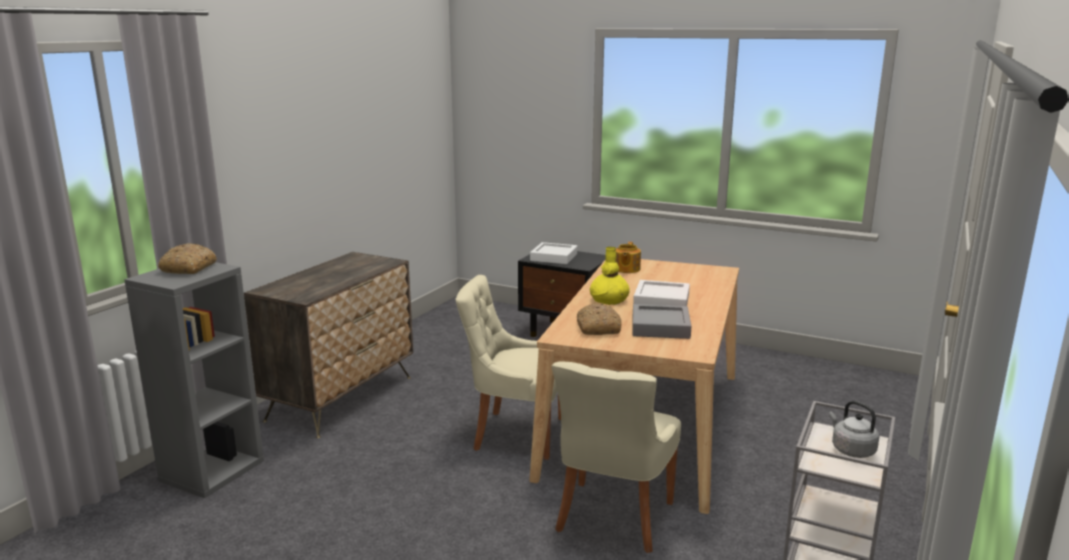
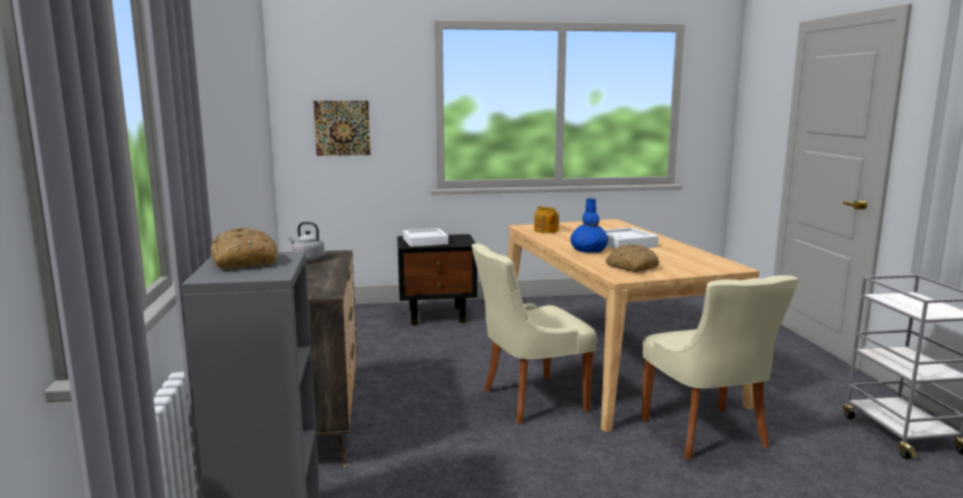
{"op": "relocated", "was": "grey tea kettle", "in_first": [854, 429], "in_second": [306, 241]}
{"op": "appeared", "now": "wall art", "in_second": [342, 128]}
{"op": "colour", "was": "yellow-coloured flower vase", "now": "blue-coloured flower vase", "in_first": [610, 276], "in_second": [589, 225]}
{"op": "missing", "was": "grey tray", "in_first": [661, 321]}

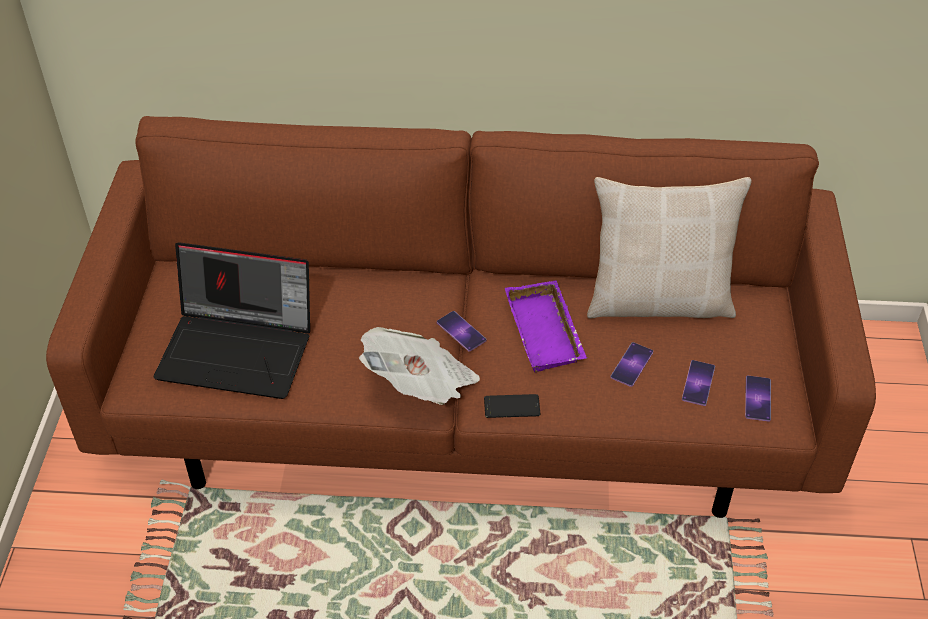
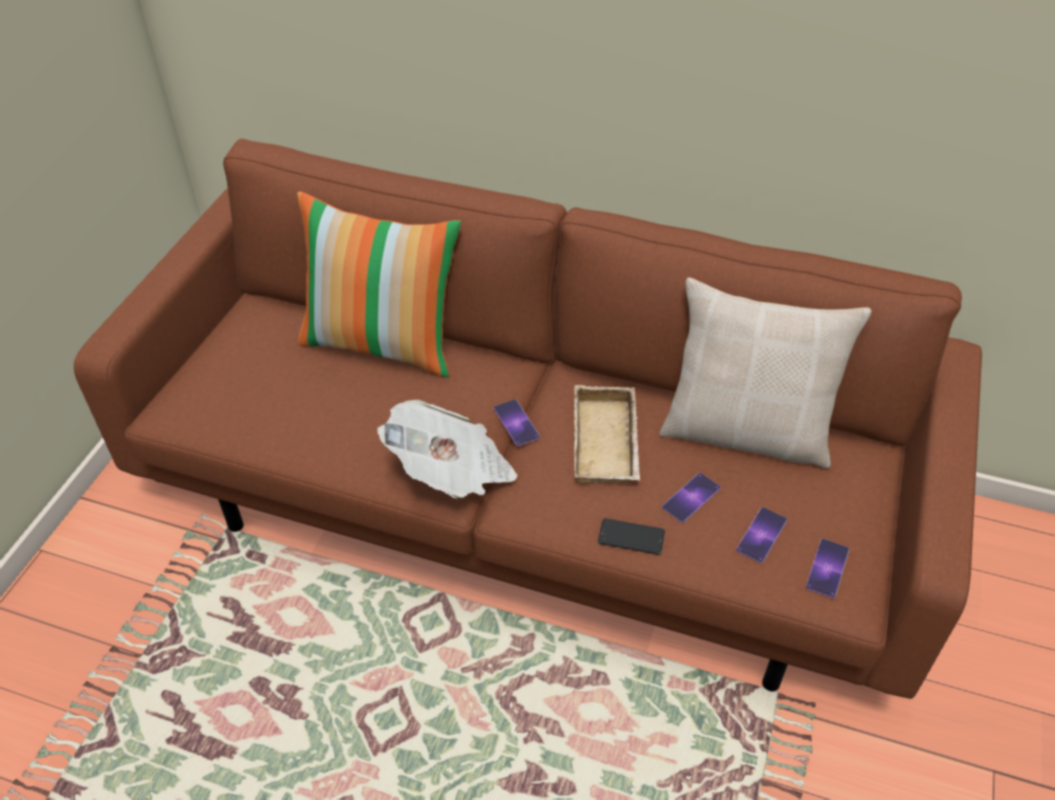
{"op": "appeared", "now": "cushion", "in_second": [379, 284]}
{"op": "colour", "was": "purplish tray", "now": "sand-coloured tray", "in_first": [546, 326], "in_second": [607, 434]}
{"op": "relocated", "was": "phone", "in_first": [512, 406], "in_second": [631, 536]}
{"op": "missing", "was": "notebook computer", "in_first": [232, 320]}

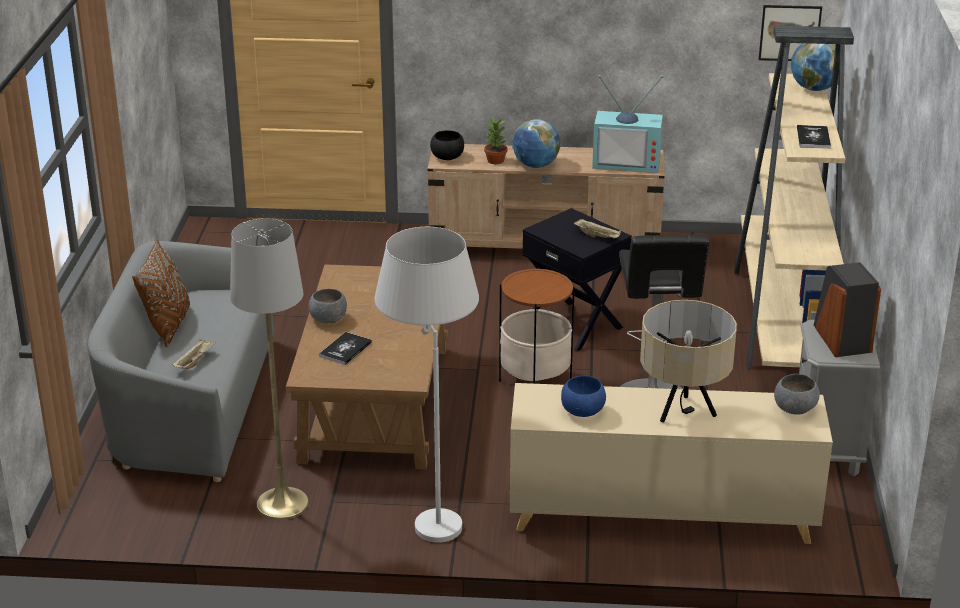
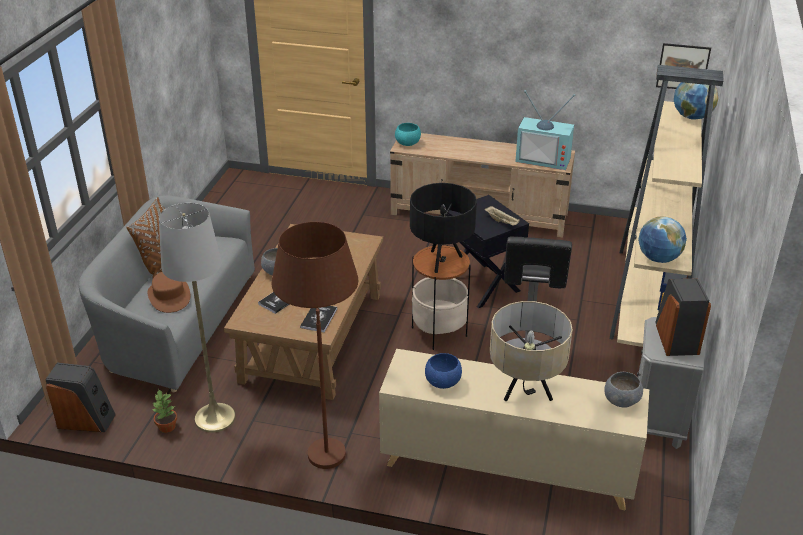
{"op": "appeared", "now": "loudspeaker", "in_second": [80, 397]}
{"op": "exchanged", "was": "sand-coloured tray", "now": "brown wearable hat", "in_first": [194, 354], "in_second": [169, 292]}
{"op": "relocated", "was": "houseplant", "in_first": [495, 140], "in_second": [164, 411]}
{"op": "colour", "was": "whitish floor lamp", "now": "brown floor lamp", "in_first": [427, 385], "in_second": [315, 345]}
{"op": "relocated", "was": "bound book", "in_first": [814, 137], "in_second": [318, 319]}
{"op": "colour", "was": "black-coloured bowl", "now": "turquoise-coloured bowl", "in_first": [447, 145], "in_second": [408, 134]}
{"op": "appeared", "now": "black-coloured tabletop lamp", "in_second": [443, 228]}
{"op": "relocated", "was": "globe", "in_first": [536, 143], "in_second": [662, 239]}

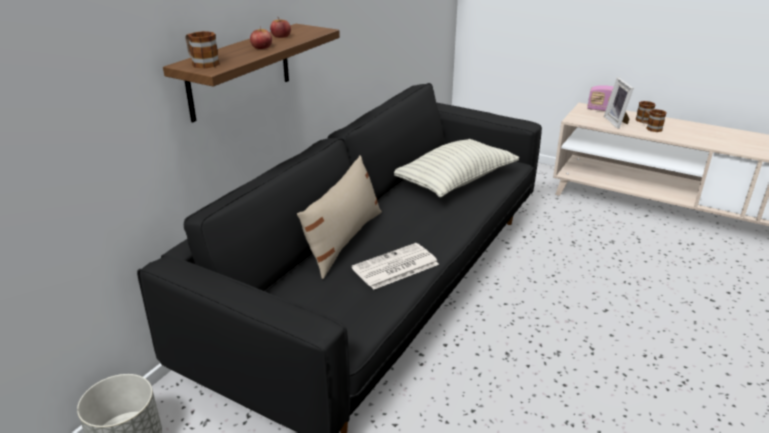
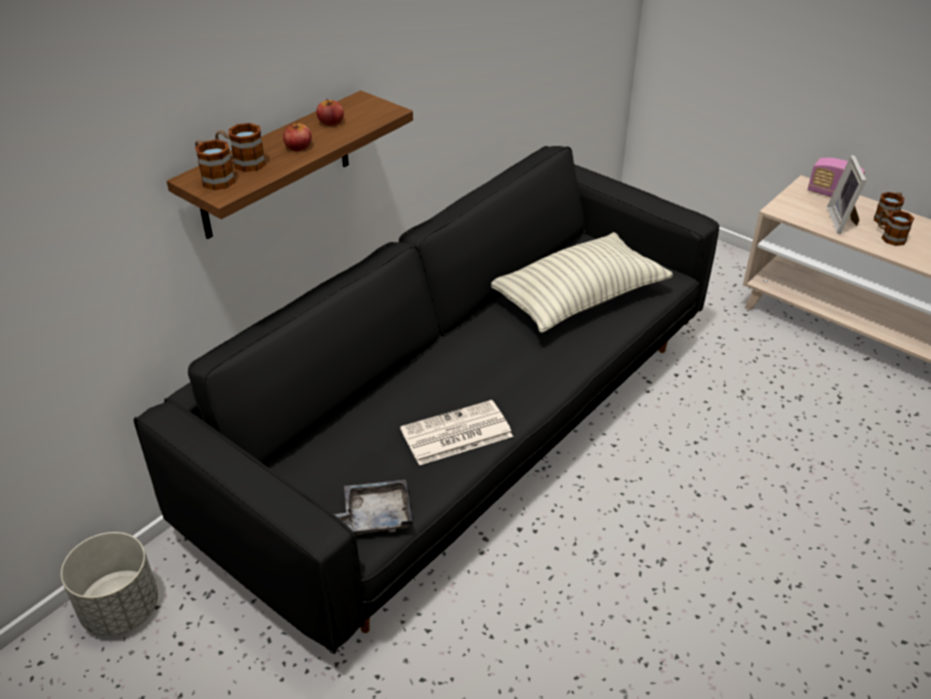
{"op": "appeared", "now": "coffee mug", "in_second": [240, 147]}
{"op": "appeared", "now": "grey tray", "in_second": [373, 507]}
{"op": "missing", "was": "sand-coloured cushion", "in_first": [339, 217]}

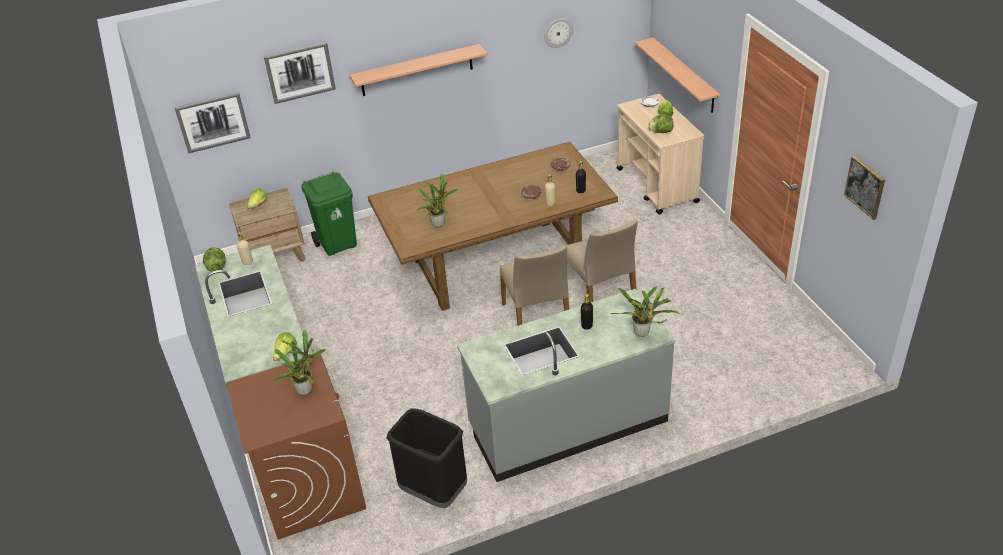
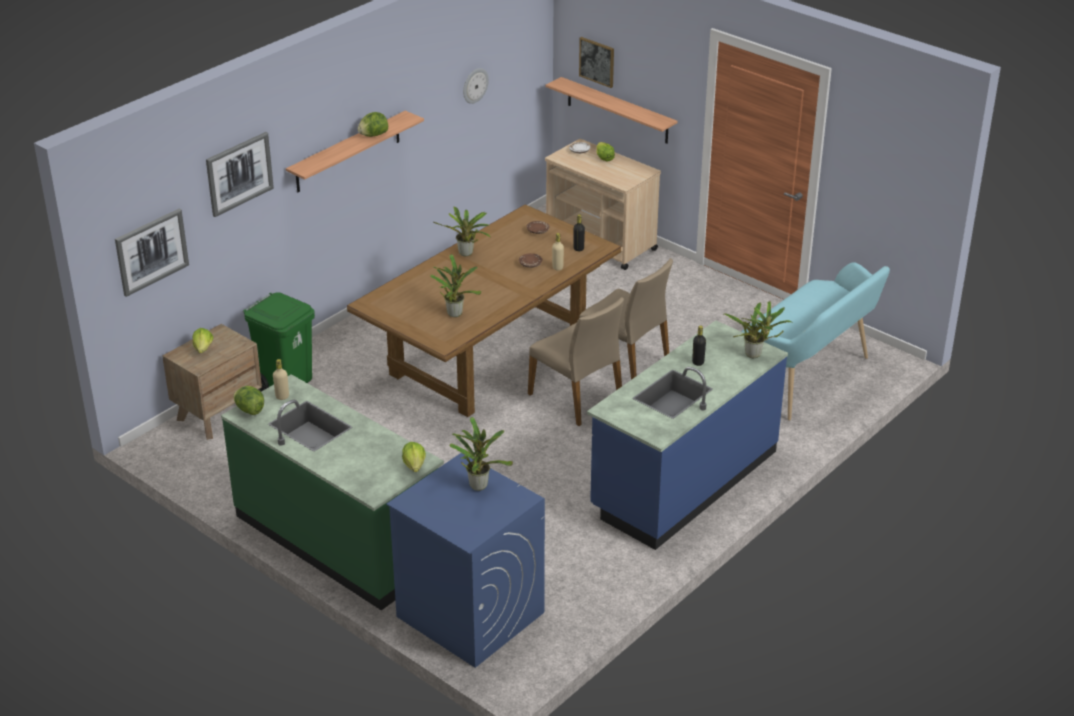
{"op": "relocated", "was": "head of lettuce", "in_first": [660, 123], "in_second": [373, 124]}
{"op": "colour", "was": "brown washing machine", "now": "blue-coloured washing machine", "in_first": [296, 447], "in_second": [465, 560]}
{"op": "appeared", "now": "houseplant", "in_second": [462, 231]}
{"op": "relocated", "was": "wall art", "in_first": [864, 188], "in_second": [596, 62]}
{"op": "colour", "was": "grey kitchen base unit", "now": "blue-coloured kitchen base unit", "in_first": [566, 385], "in_second": [687, 435]}
{"op": "appeared", "now": "turquoise-coloured bench", "in_second": [815, 341]}
{"op": "missing", "was": "black-coloured waste bin", "in_first": [427, 458]}

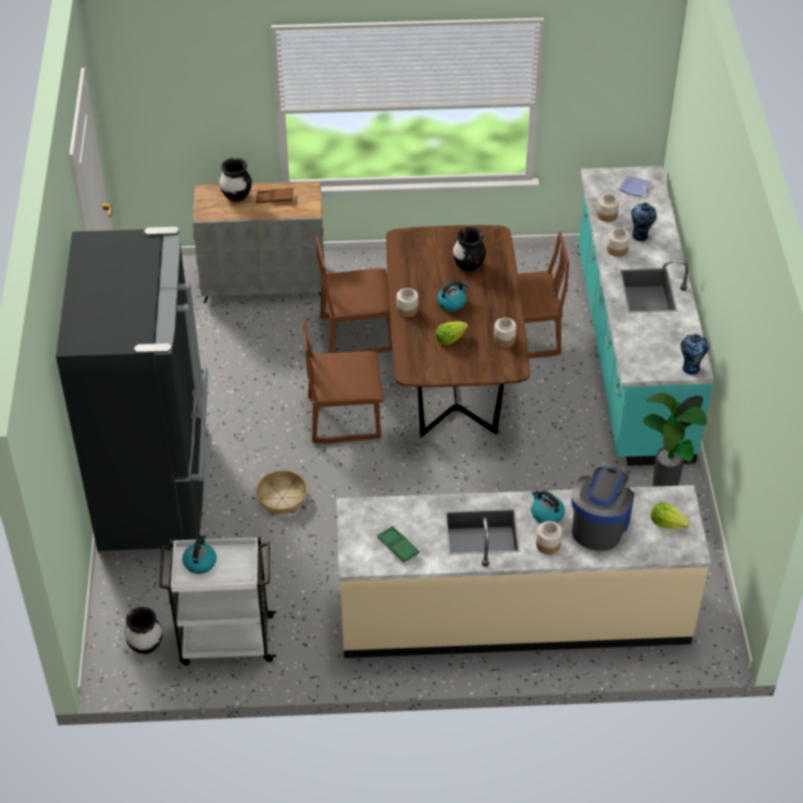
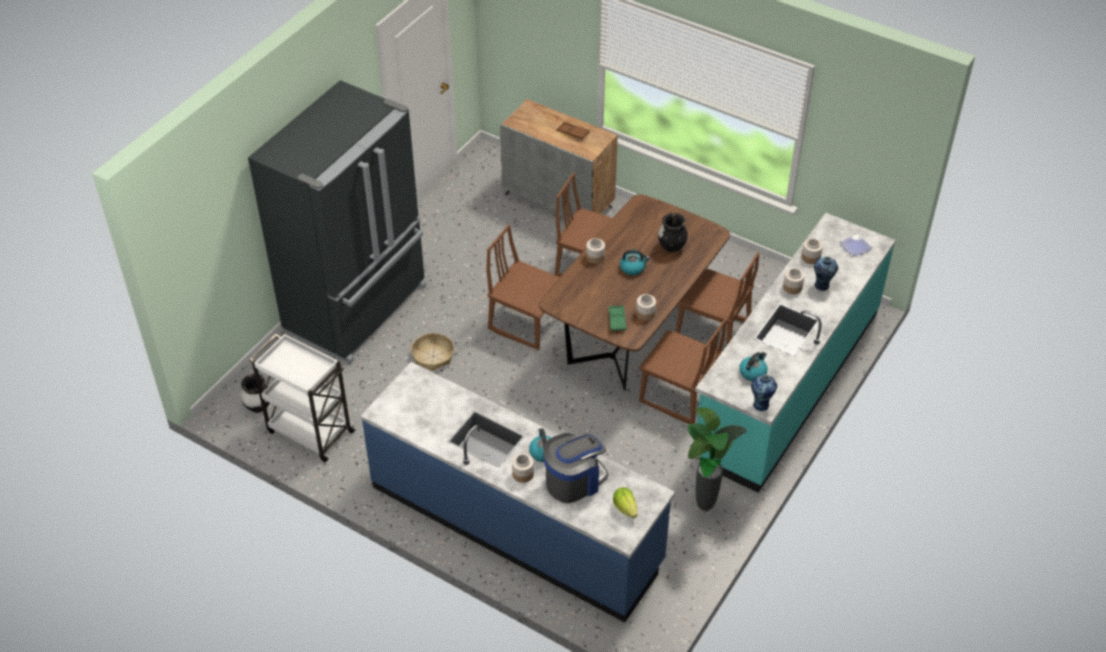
{"op": "colour", "was": "sand-coloured kitchen base unit", "now": "blue-coloured kitchen base unit", "in_first": [524, 571], "in_second": [518, 492]}
{"op": "relocated", "was": "greenish tray", "in_first": [398, 544], "in_second": [617, 318]}
{"op": "appeared", "now": "brown upright chair", "in_second": [682, 371]}
{"op": "relocated", "was": "tea kettle", "in_first": [199, 554], "in_second": [753, 366]}
{"op": "missing", "was": "black-coloured flower vase", "in_first": [235, 180]}
{"op": "missing", "was": "head of lettuce", "in_first": [452, 333]}

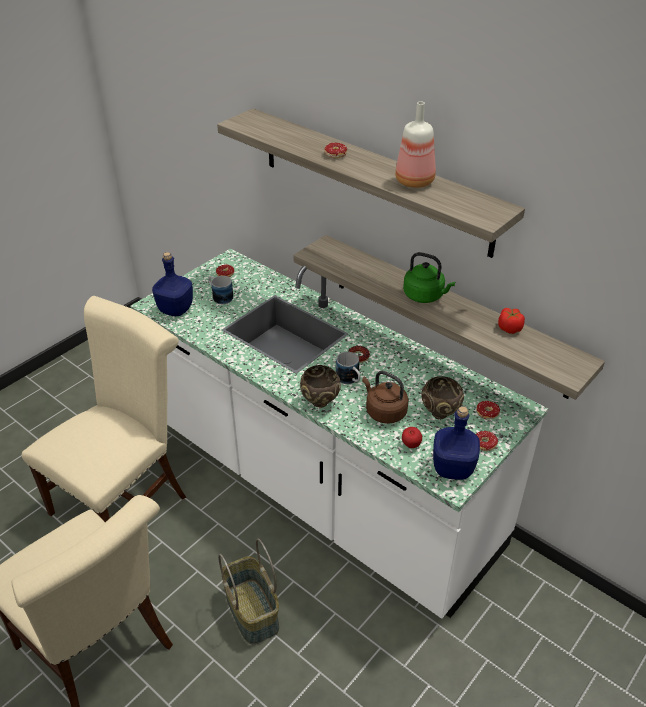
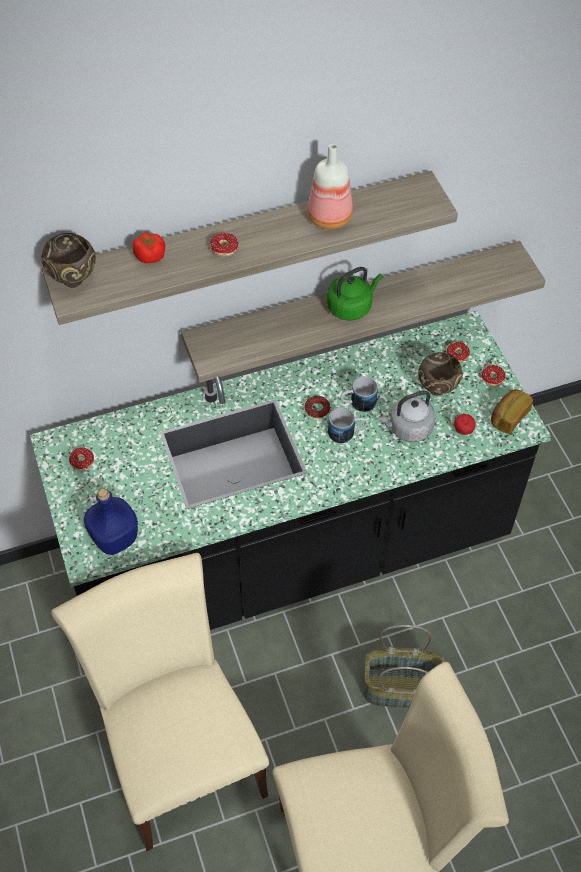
{"op": "colour", "was": "whitish kitchen base unit", "now": "black-coloured kitchen base unit", "in_first": [339, 433], "in_second": [290, 470]}
{"op": "relocated", "was": "brown bowl", "in_first": [320, 386], "in_second": [68, 260]}
{"op": "relocated", "was": "fresh tomato", "in_first": [511, 321], "in_second": [149, 248]}
{"op": "relocated", "was": "coffee mug", "in_first": [220, 290], "in_second": [359, 394]}
{"op": "colour", "was": "brown tea kettle", "now": "grey tea kettle", "in_first": [385, 397], "in_second": [407, 416]}
{"op": "exchanged", "was": "blue-coloured drink bottle", "now": "bread", "in_first": [456, 443], "in_second": [512, 411]}

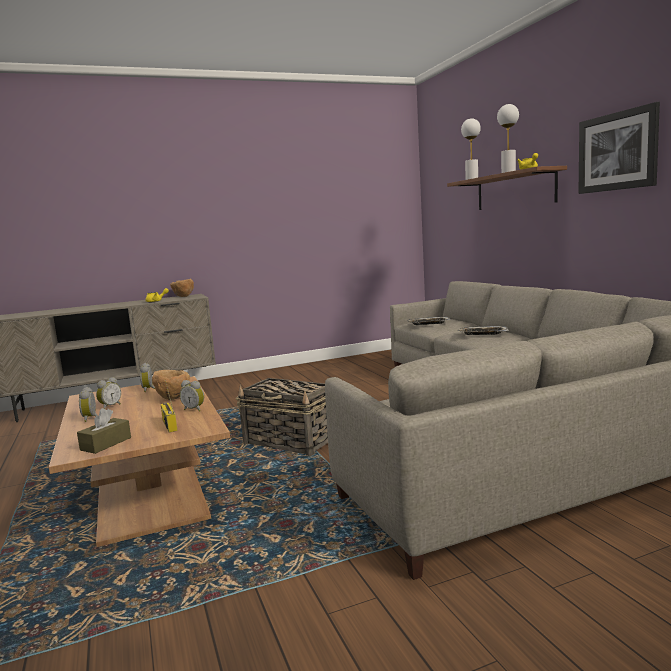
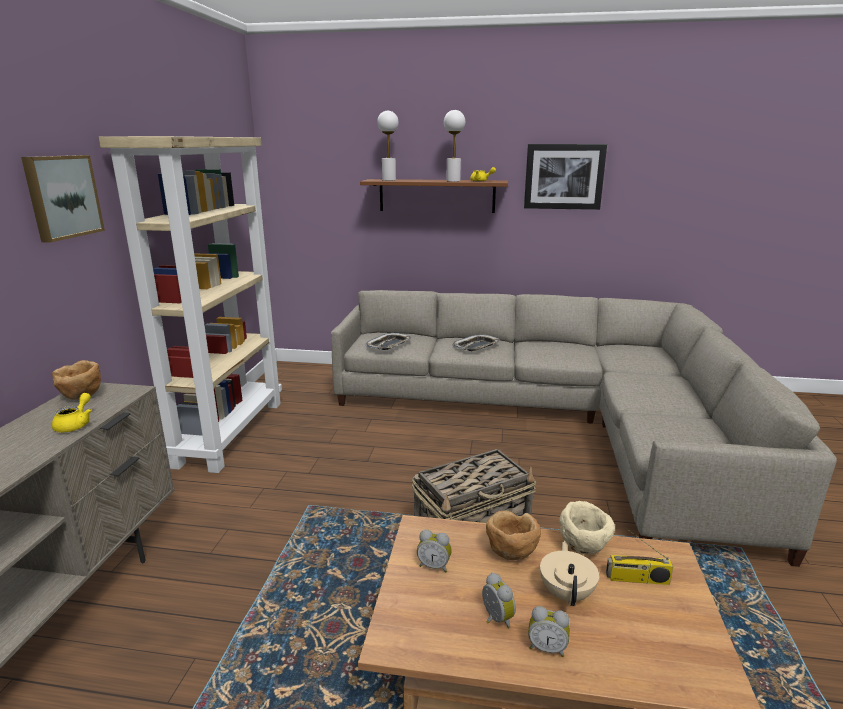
{"op": "appeared", "now": "wall art", "in_second": [63, 199]}
{"op": "appeared", "now": "sand-coloured bookshelf", "in_second": [190, 304]}
{"op": "appeared", "now": "sand-coloured teapot", "in_second": [569, 573]}
{"op": "exchanged", "was": "alarm clock", "now": "sand-coloured bowl", "in_first": [192, 396], "in_second": [587, 527]}
{"op": "missing", "was": "brown tissue holder", "in_first": [104, 431]}

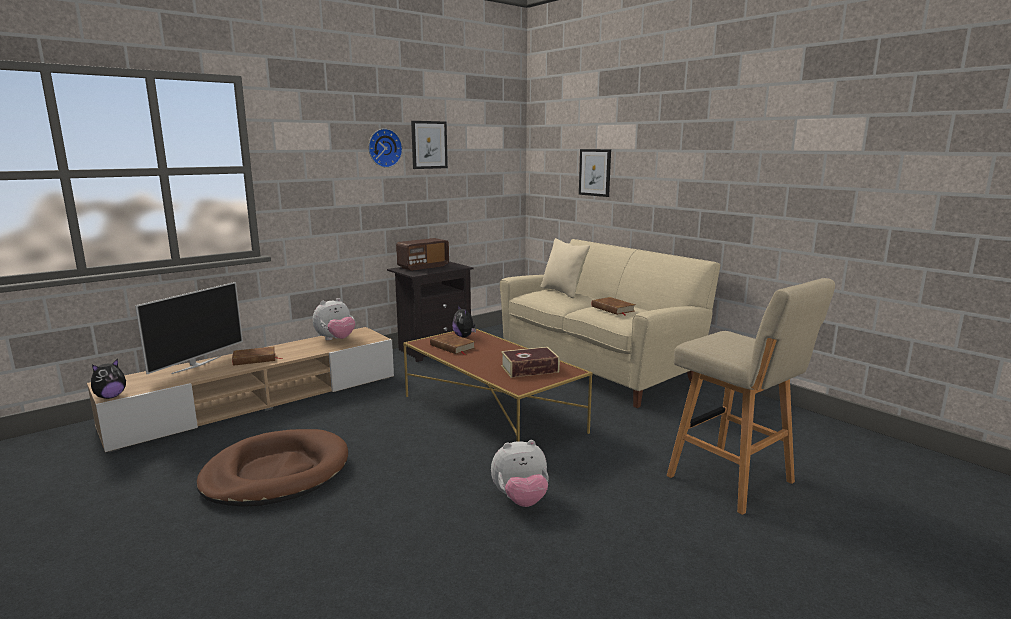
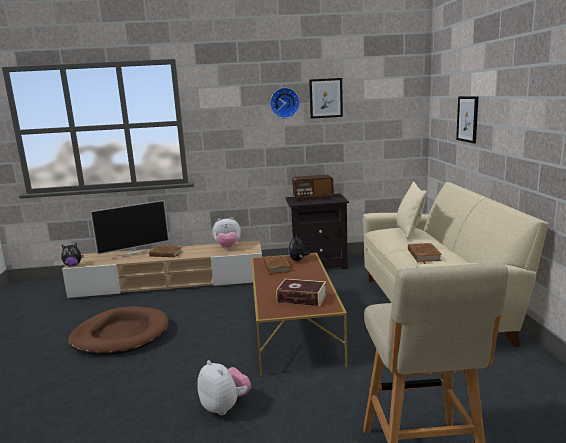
{"op": "spun", "was": "plush toy", "in_first": [520, 473], "in_second": [224, 387], "clockwise": -150}

